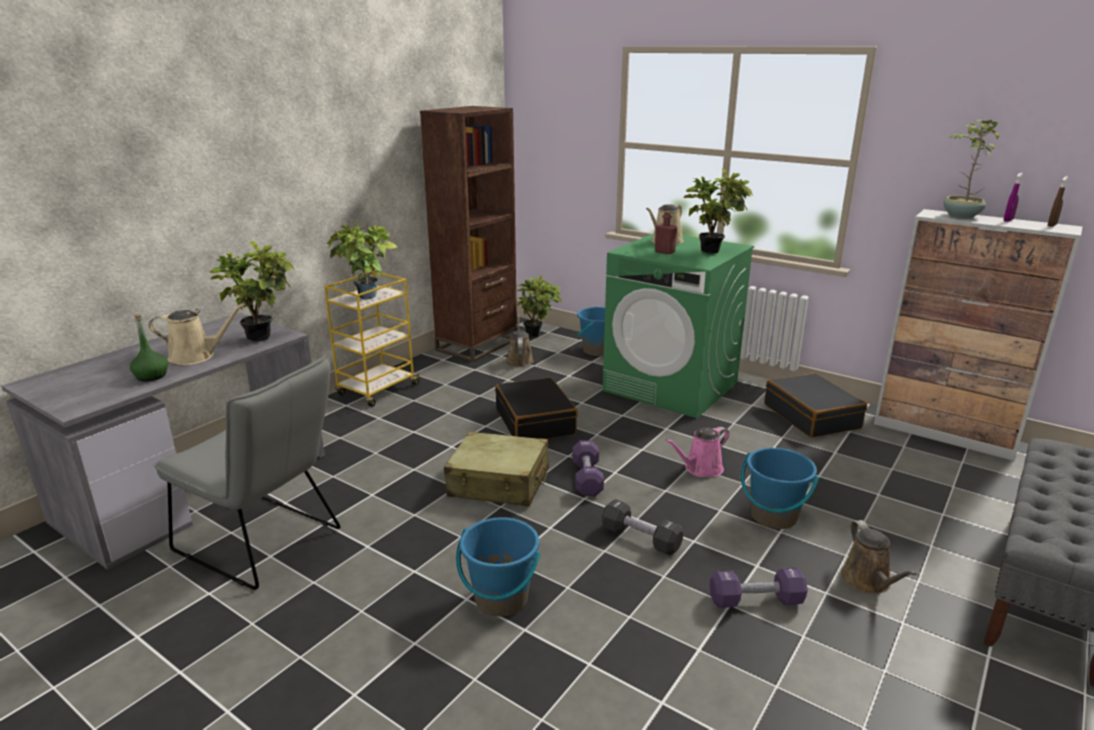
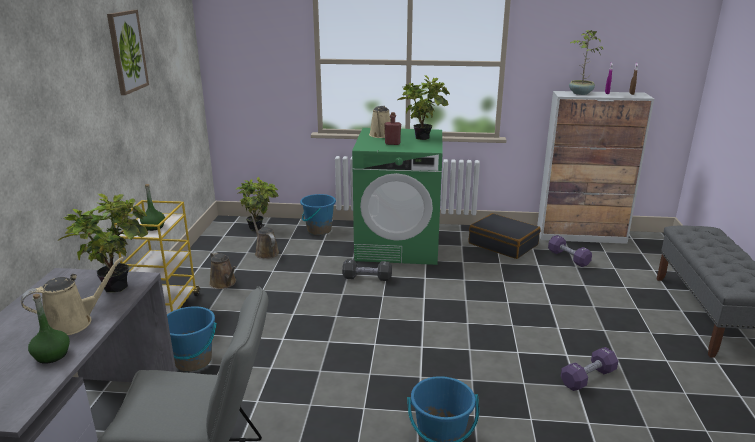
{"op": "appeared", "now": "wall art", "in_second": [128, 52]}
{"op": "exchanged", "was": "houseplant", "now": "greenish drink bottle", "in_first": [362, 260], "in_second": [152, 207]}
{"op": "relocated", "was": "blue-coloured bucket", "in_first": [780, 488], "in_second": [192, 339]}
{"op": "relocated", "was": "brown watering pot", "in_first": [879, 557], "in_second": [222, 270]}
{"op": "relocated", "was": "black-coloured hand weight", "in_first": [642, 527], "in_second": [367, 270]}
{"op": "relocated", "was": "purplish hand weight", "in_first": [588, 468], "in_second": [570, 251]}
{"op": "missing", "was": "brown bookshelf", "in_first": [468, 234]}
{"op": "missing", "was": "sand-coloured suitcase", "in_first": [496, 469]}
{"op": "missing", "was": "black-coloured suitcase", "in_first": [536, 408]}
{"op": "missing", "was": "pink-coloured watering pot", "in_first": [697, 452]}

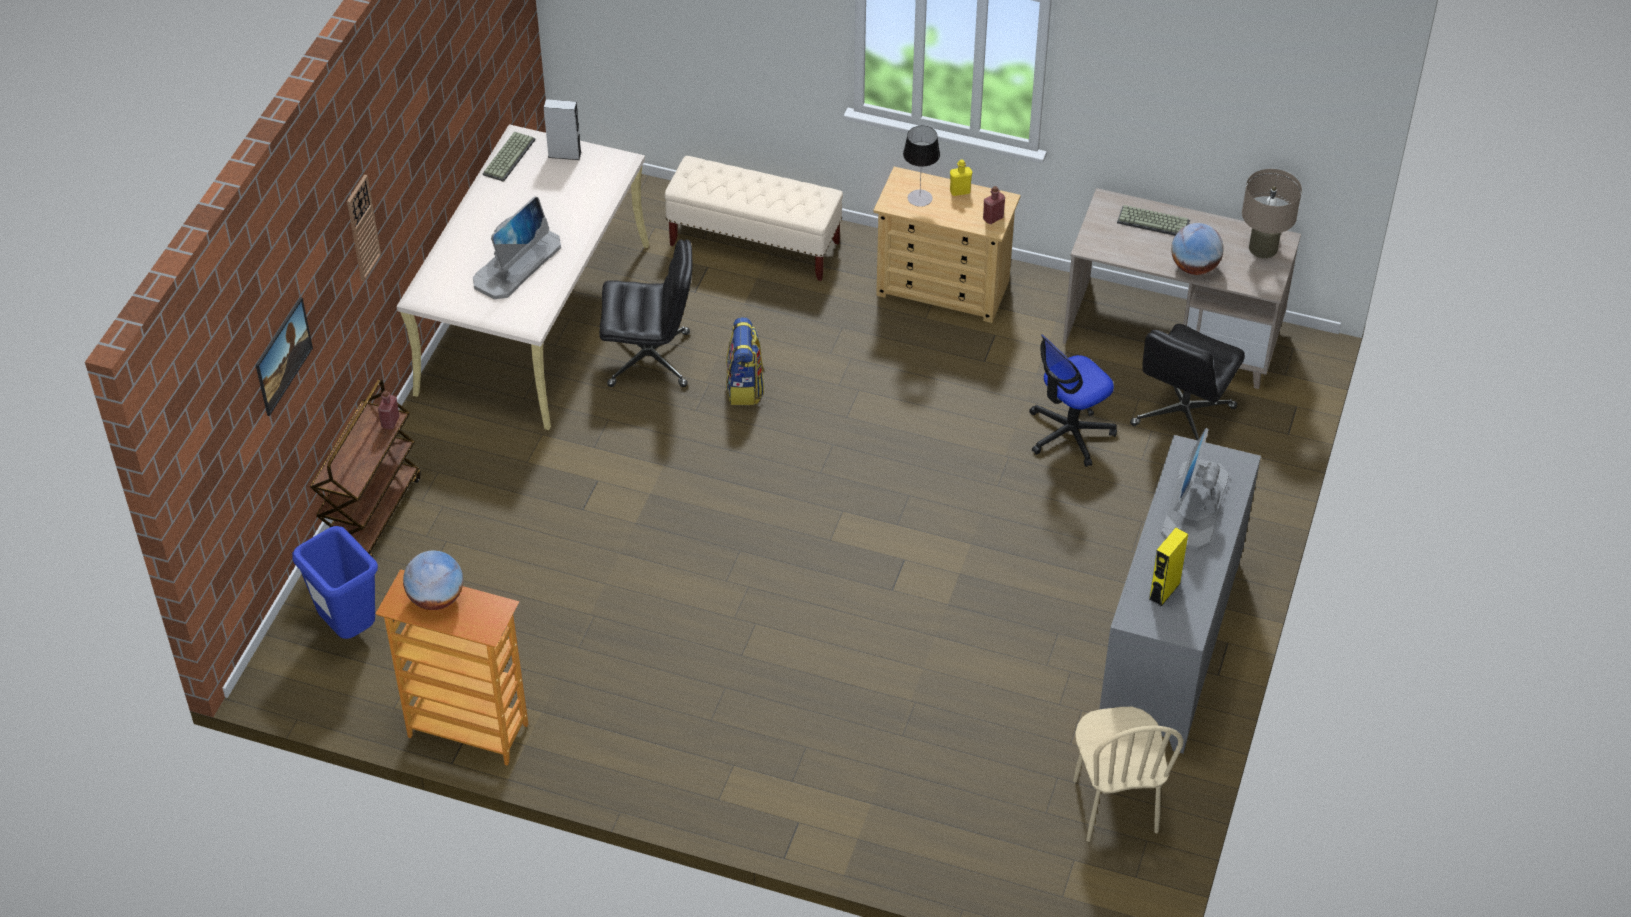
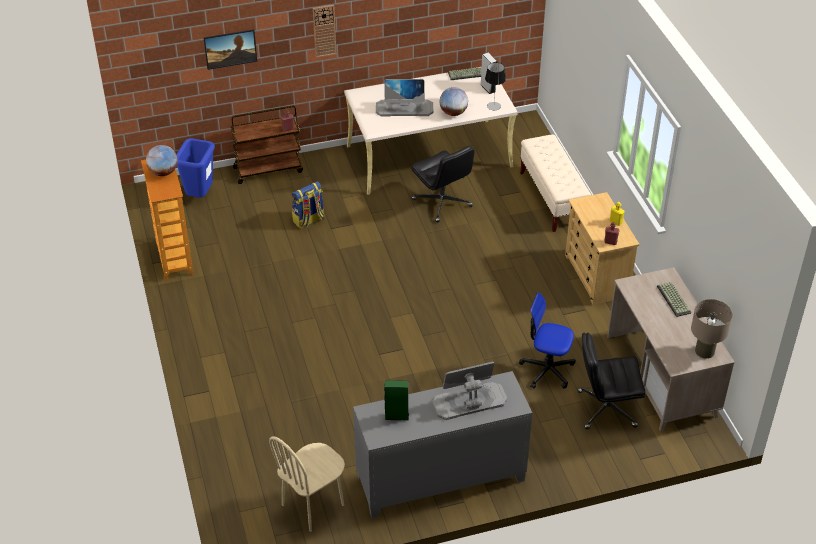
{"op": "relocated", "was": "backpack", "in_first": [745, 361], "in_second": [308, 205]}
{"op": "colour", "was": "yellow-coloured loudspeaker", "now": "greenish loudspeaker", "in_first": [1168, 567], "in_second": [396, 400]}
{"op": "relocated", "was": "globe", "in_first": [1197, 249], "in_second": [454, 101]}
{"op": "relocated", "was": "tabletop lamp", "in_first": [921, 166], "in_second": [495, 86]}

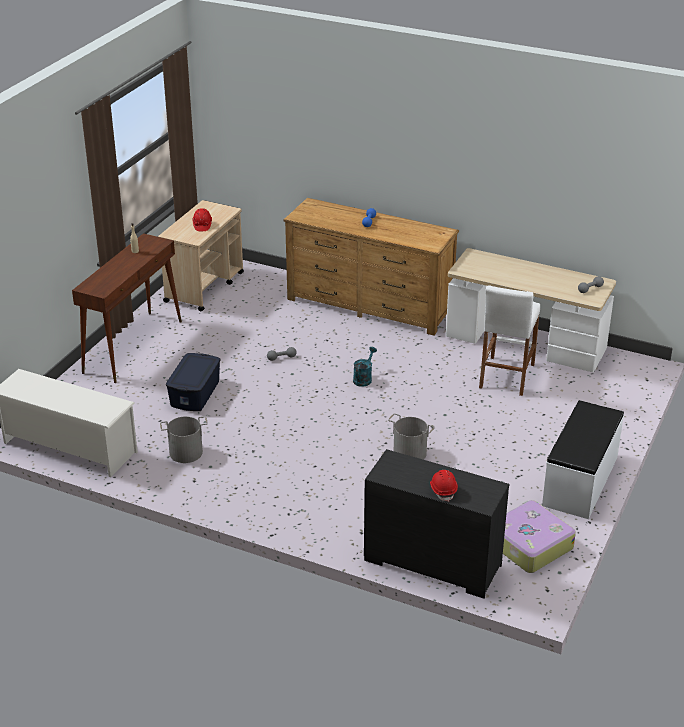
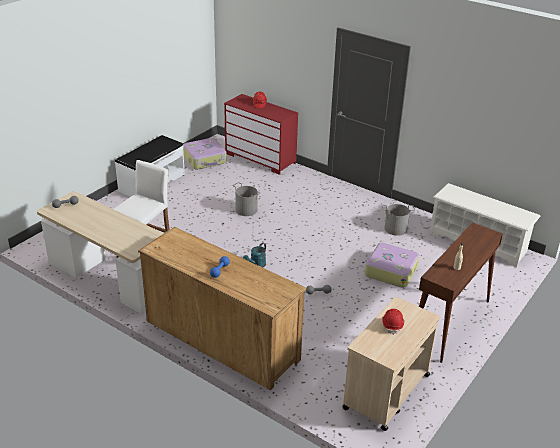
{"op": "colour", "was": "black-coloured dresser", "now": "red-coloured dresser", "in_first": [437, 524], "in_second": [261, 134]}
{"op": "exchanged", "was": "blue-coloured storage container", "now": "suitcase", "in_first": [193, 382], "in_second": [392, 265]}

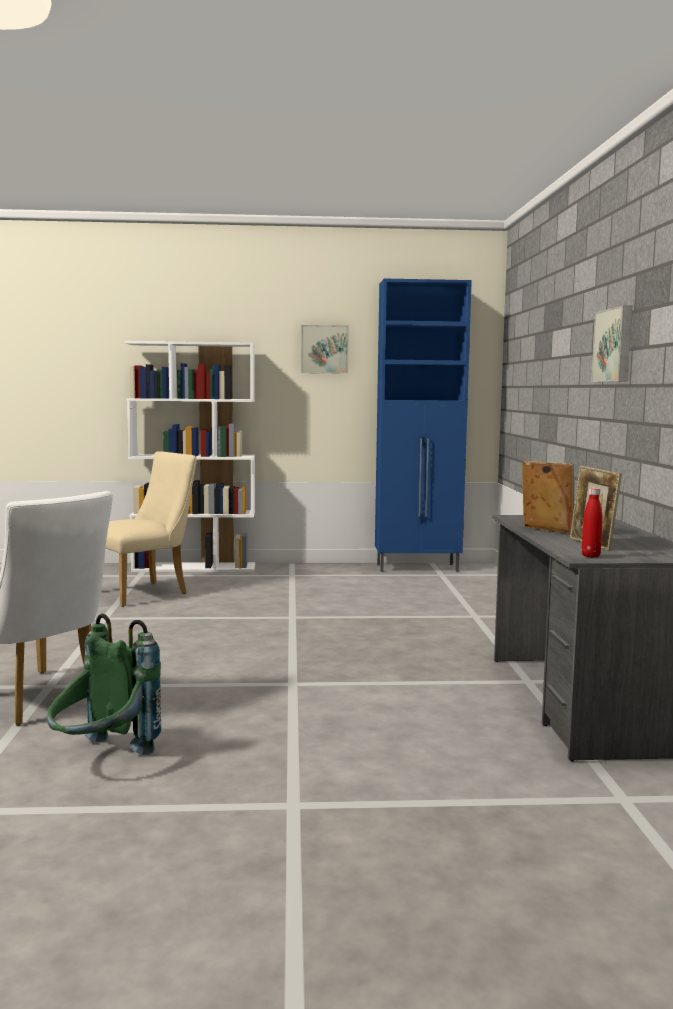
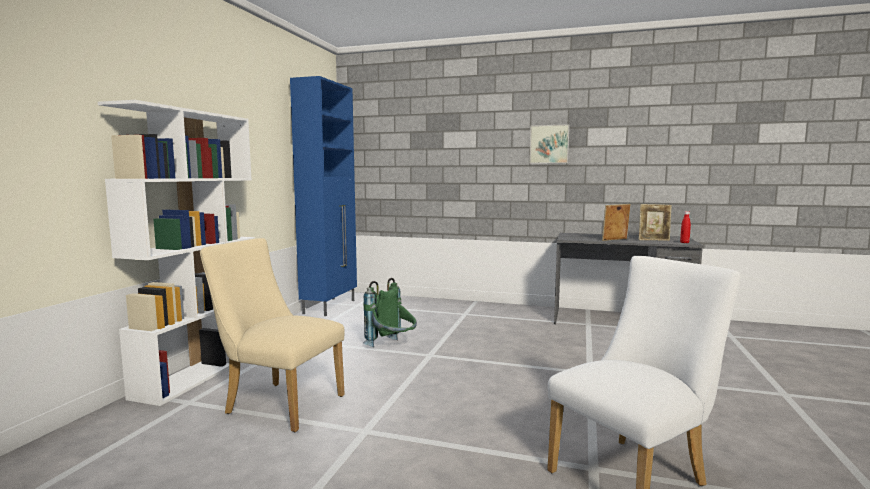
{"op": "spun", "was": "sand-coloured upright chair", "in_first": [151, 529], "in_second": [272, 335], "clockwise": -45}
{"op": "relocated", "was": "greenish backpack", "in_first": [104, 684], "in_second": [390, 312]}
{"op": "missing", "was": "wall art", "in_first": [325, 349]}

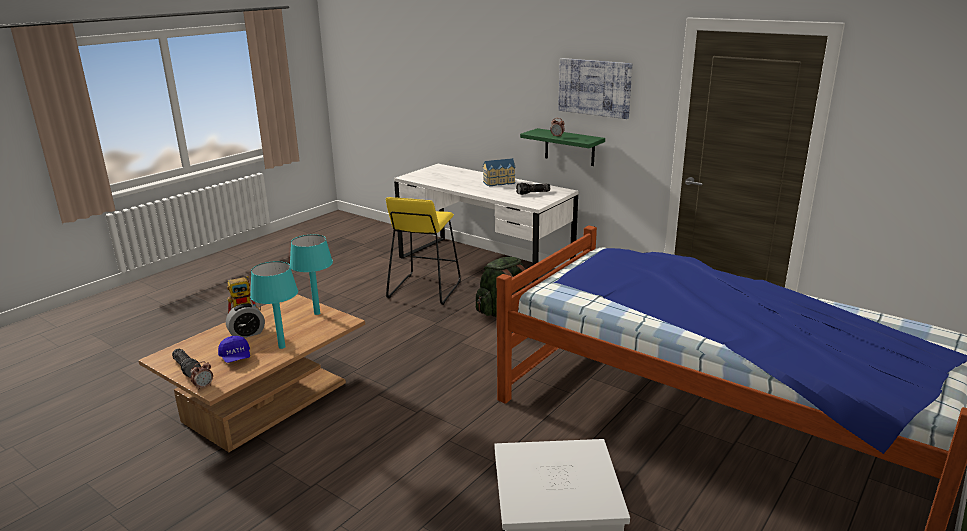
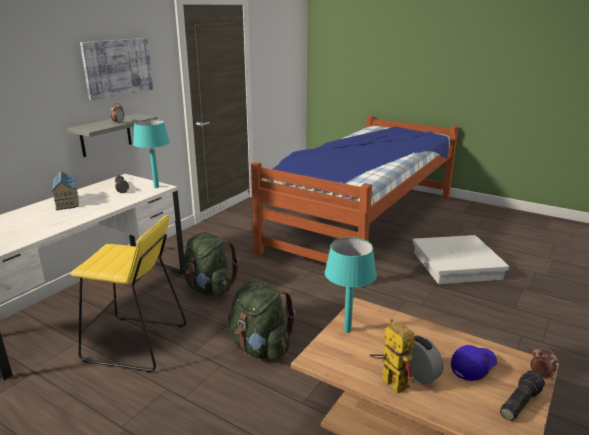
{"op": "colour", "was": "greenish shelf", "now": "grey shelf", "in_first": [562, 147], "in_second": [112, 135]}
{"op": "relocated", "was": "turquoise-coloured tabletop lamp", "in_first": [274, 305], "in_second": [151, 153]}
{"op": "appeared", "now": "greenish backpack", "in_second": [261, 320]}

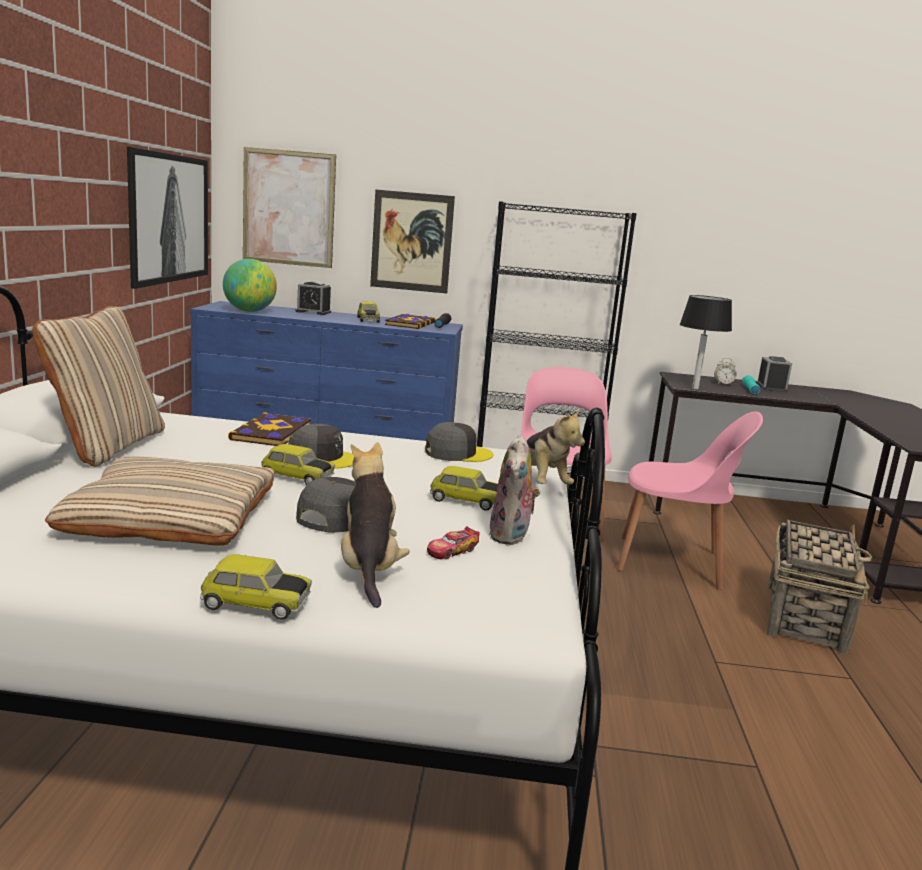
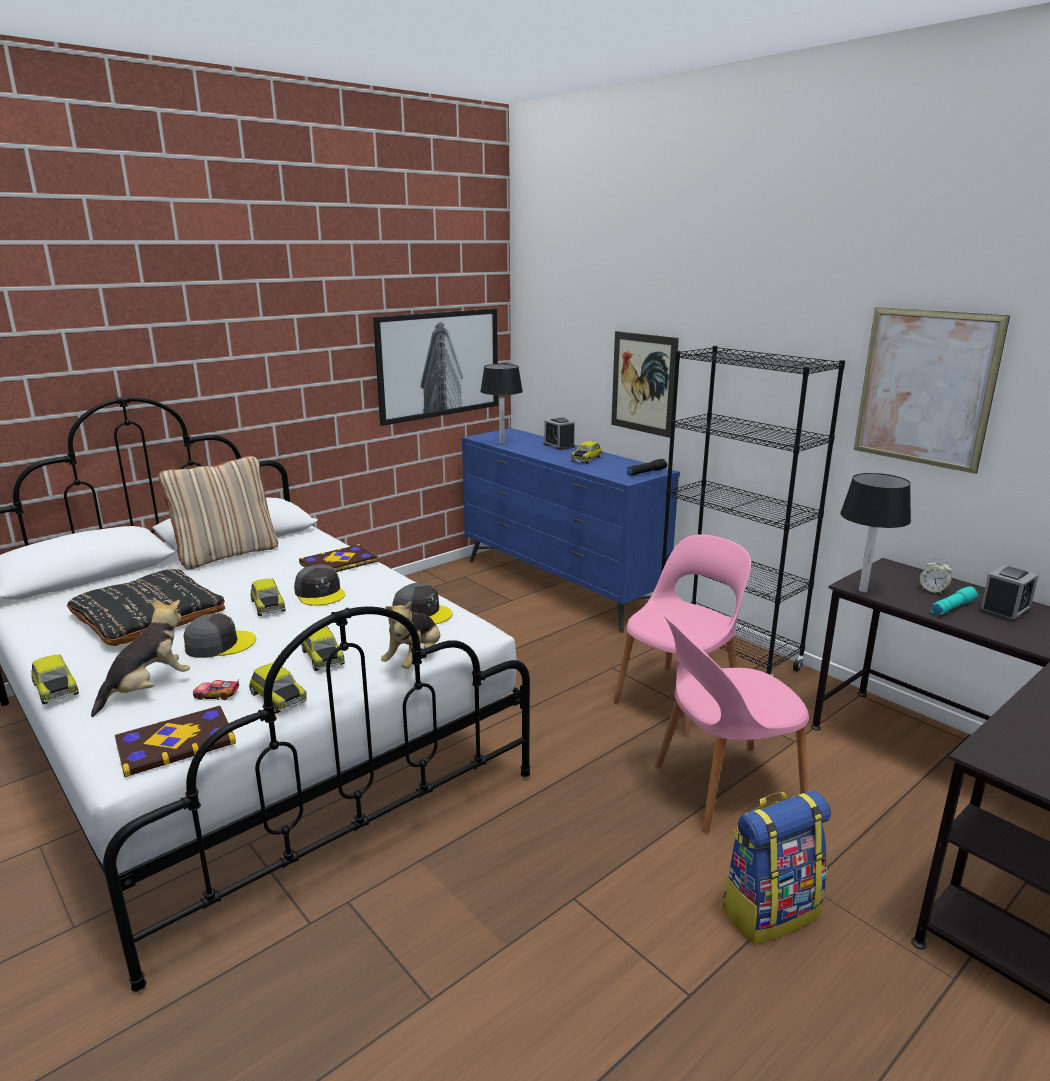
{"op": "colour", "was": "sand-coloured cushion", "now": "black-coloured cushion", "in_first": [159, 501], "in_second": [146, 607]}
{"op": "relocated", "was": "bound book", "in_first": [410, 321], "in_second": [175, 741]}
{"op": "exchanged", "was": "plush toy", "now": "miniature car", "in_first": [514, 490], "in_second": [278, 688]}
{"op": "exchanged", "was": "globe", "now": "black-coloured tabletop lamp", "in_first": [250, 285], "in_second": [501, 403]}
{"op": "spun", "was": "pink-coloured upright chair", "in_first": [690, 500], "in_second": [732, 724], "clockwise": 105}
{"op": "exchanged", "was": "basket", "now": "backpack", "in_first": [819, 587], "in_second": [776, 867]}
{"op": "relocated", "was": "wall art", "in_first": [289, 207], "in_second": [932, 390]}

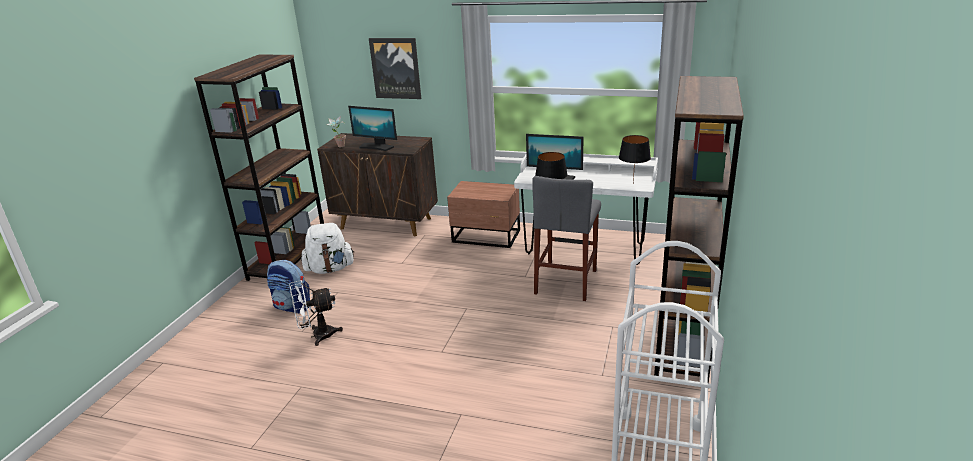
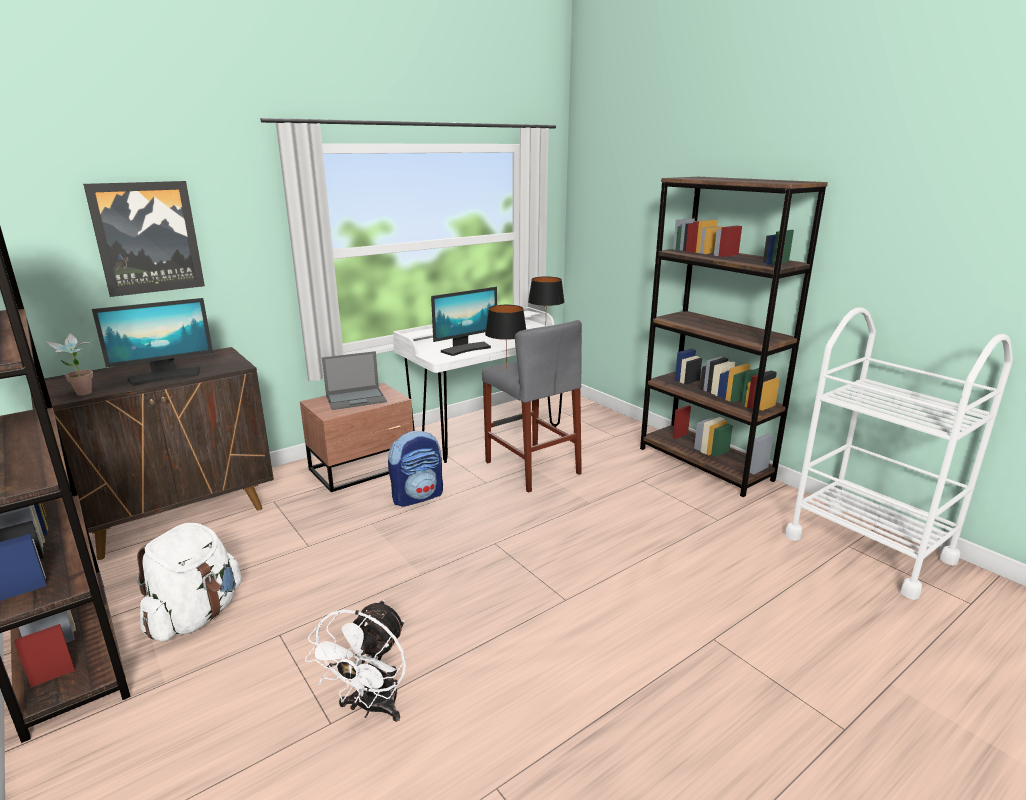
{"op": "appeared", "now": "notebook computer", "in_second": [354, 380]}
{"op": "relocated", "was": "backpack", "in_first": [288, 286], "in_second": [415, 468]}

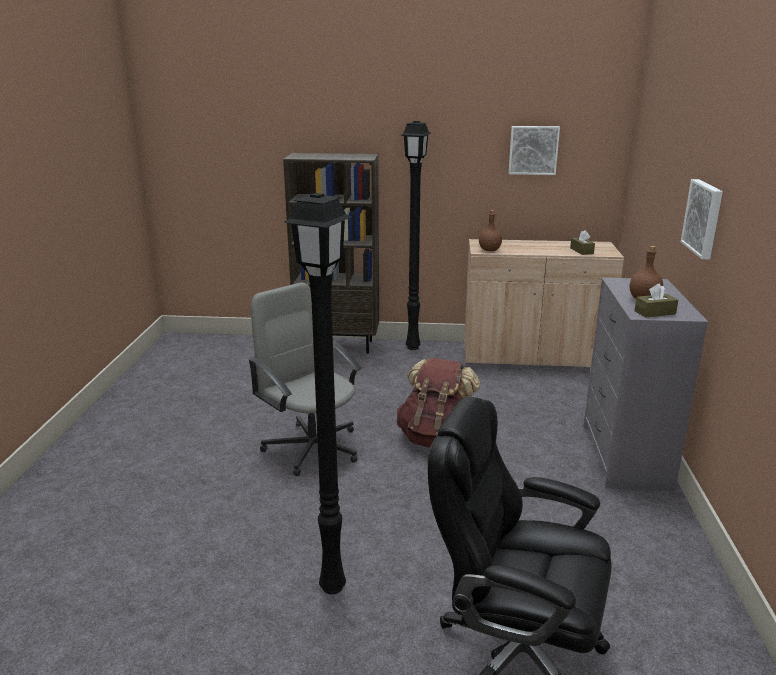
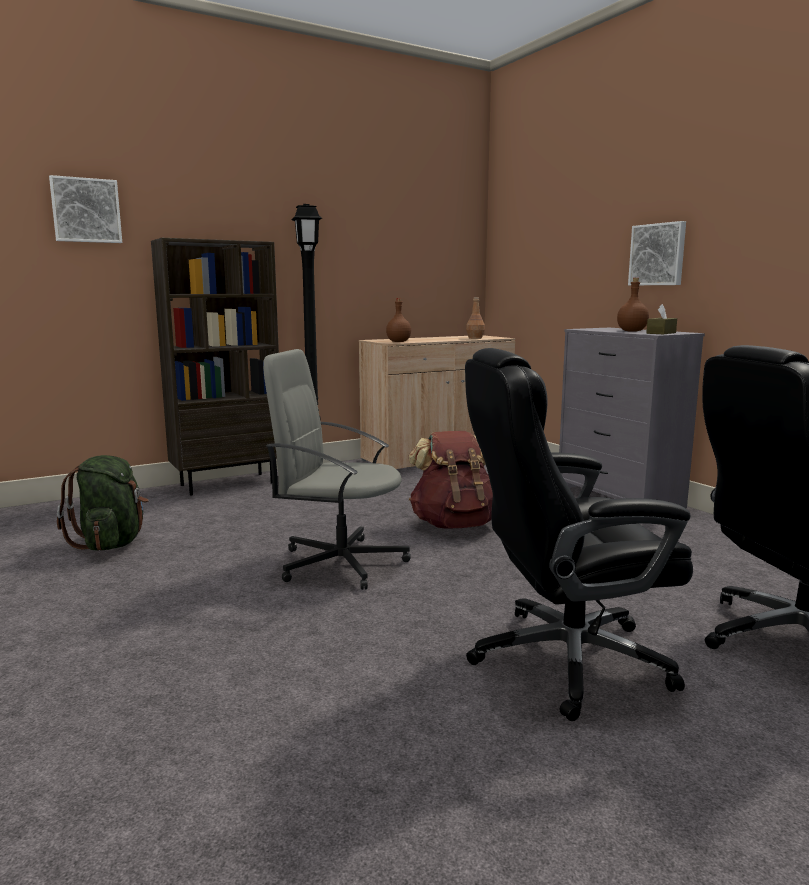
{"op": "relocated", "was": "wall art", "in_first": [534, 150], "in_second": [85, 209]}
{"op": "appeared", "now": "greenish backpack", "in_second": [103, 503]}
{"op": "exchanged", "was": "black-coloured floor lamp", "now": "black-coloured computer chair", "in_first": [318, 393], "in_second": [579, 534]}
{"op": "exchanged", "was": "brown tissue holder", "now": "brown drink bottle", "in_first": [582, 242], "in_second": [475, 318]}

